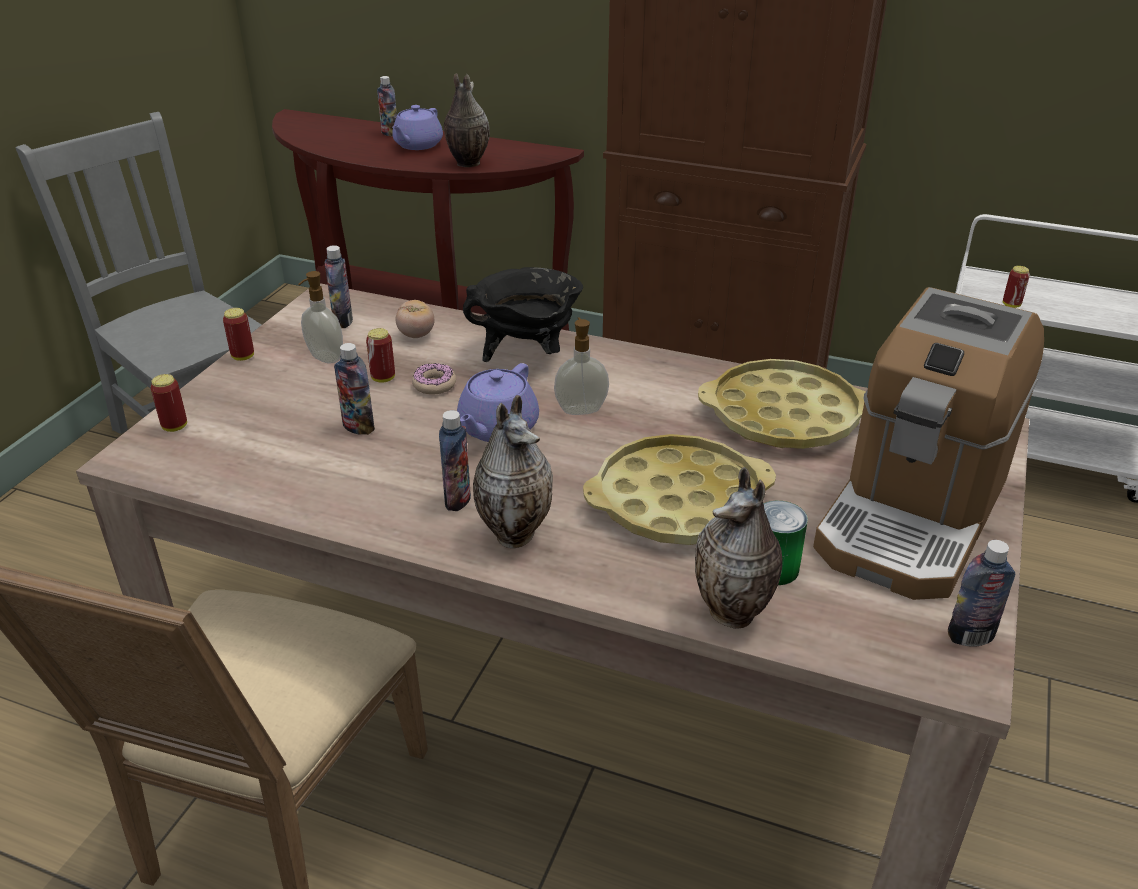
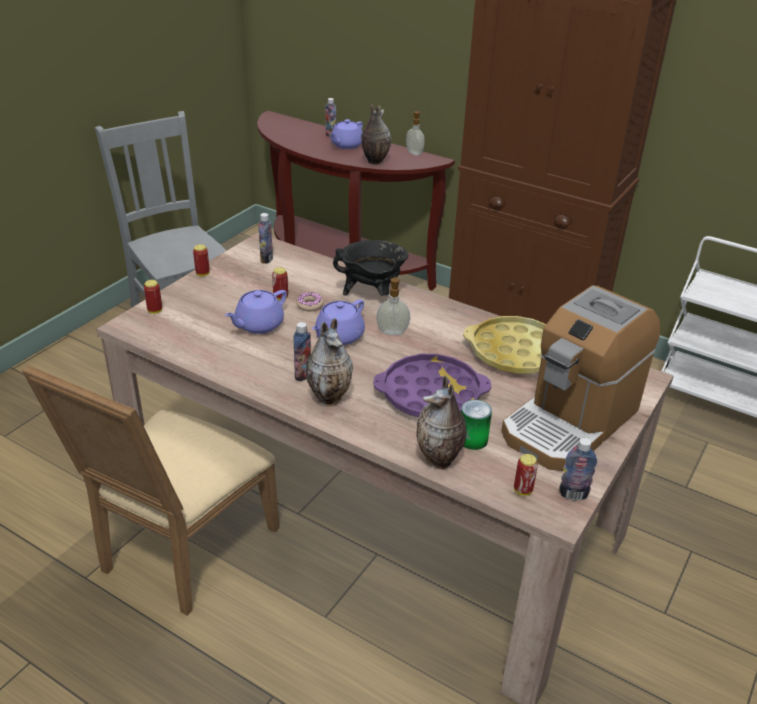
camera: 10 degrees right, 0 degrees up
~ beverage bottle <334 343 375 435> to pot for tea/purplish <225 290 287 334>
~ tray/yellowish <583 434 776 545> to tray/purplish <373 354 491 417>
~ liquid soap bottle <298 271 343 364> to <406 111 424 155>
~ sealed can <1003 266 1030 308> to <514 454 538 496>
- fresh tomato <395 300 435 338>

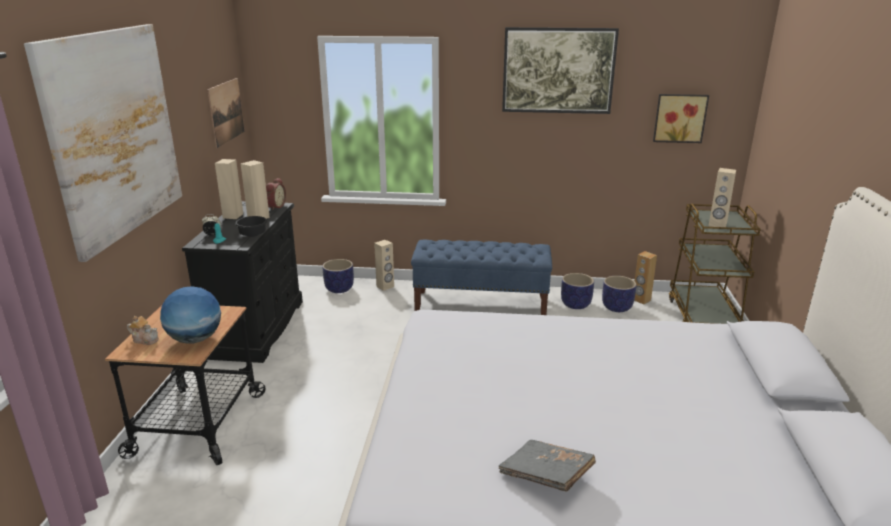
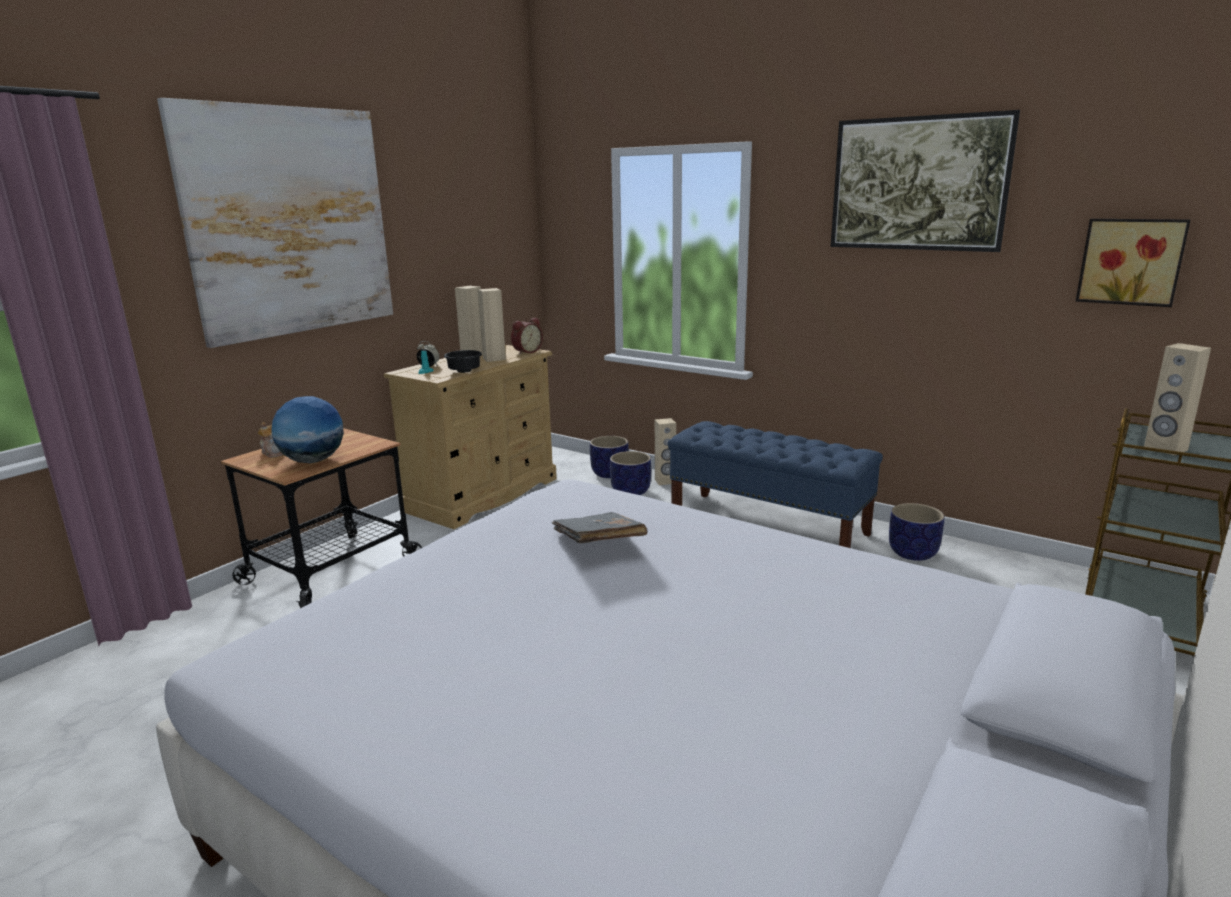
camera: 30 degrees right, 5 degrees down
~ drawer chest/black <182 201 303 363> to drawer chest/sand-coloured <384 345 557 529>
~ volume/gray <499 440 596 492> to <552 512 647 544>
~ planter <602 276 637 312> to <610 451 651 495>
- wall art <207 78 244 148>
- audio speaker/brown <634 251 657 304>

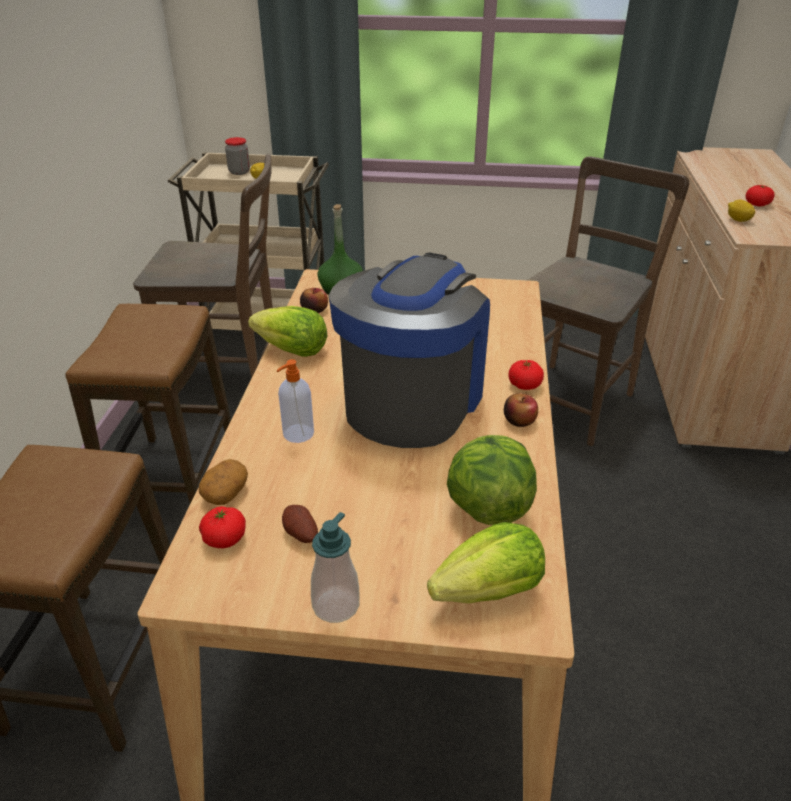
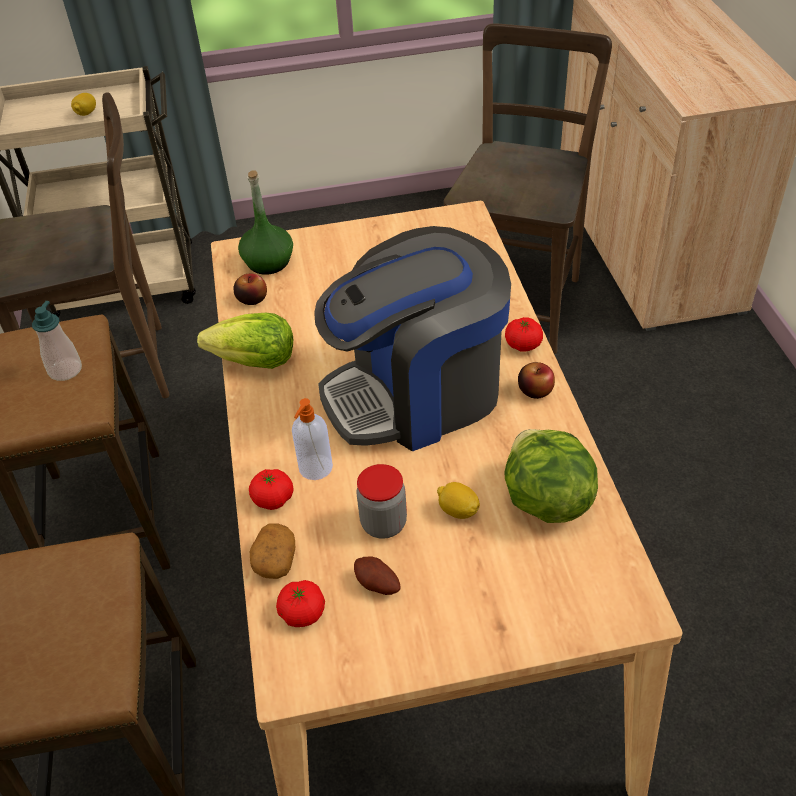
camera: 15 degrees left, 10 degrees up
~ liquid soap bottle <311 512 360 623> to <32 301 82 381>
~ fresh tomato <745 185 774 206> to <249 469 294 510>
~ coffee maker <329 252 490 448> = <314 226 511 452> 120 degrees counterclockwise
~ preserve jar <225 137 250 175> to <356 464 407 539>
~ whole lemon <728 200 755 222> to <437 482 480 519>
- lettuce <427 522 545 604>

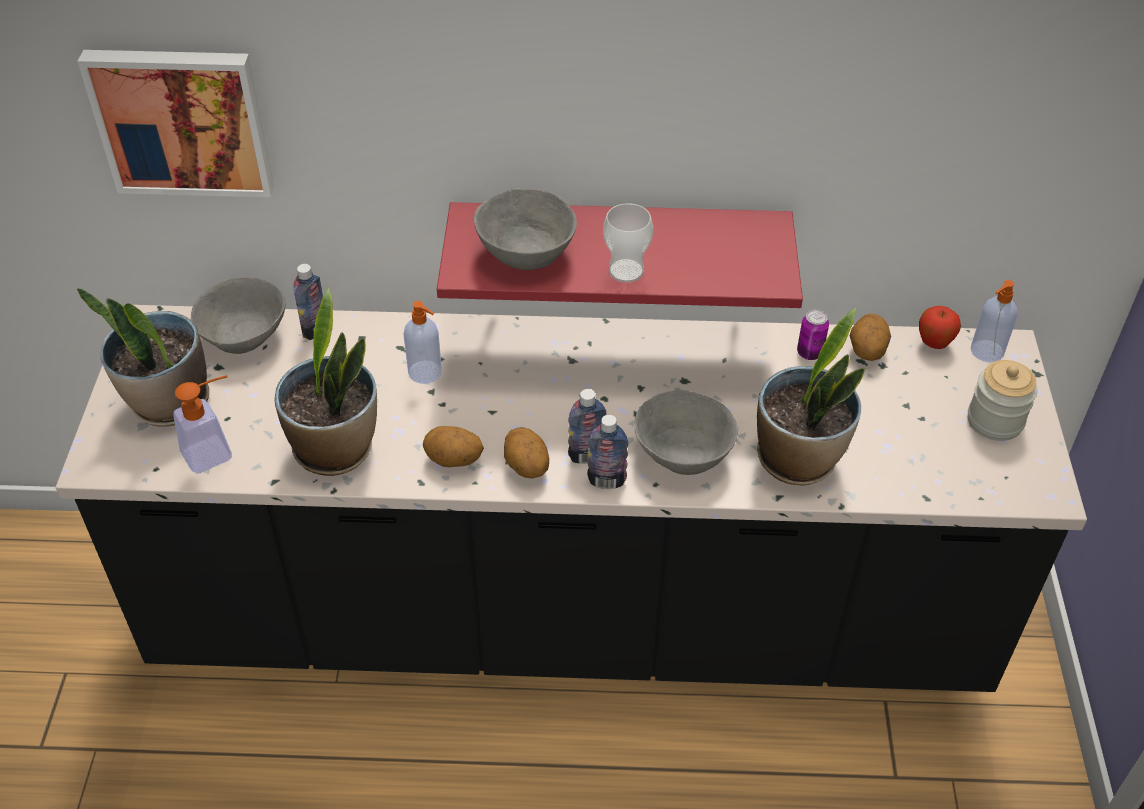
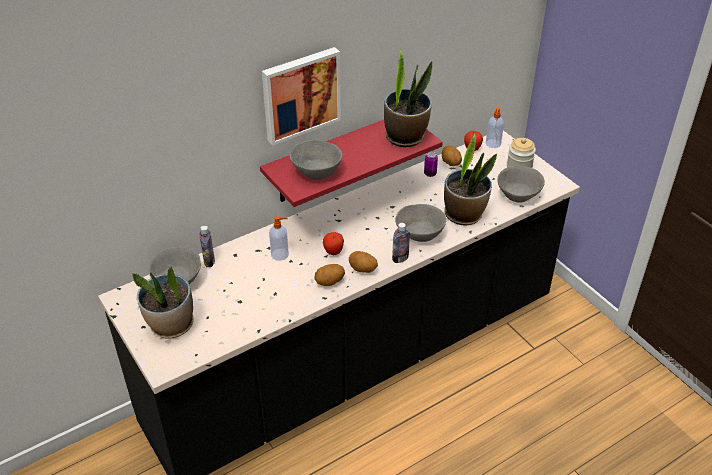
camera: 35 degrees left, 5 degrees down
~ wall art <77 50 275 197> to <262 47 341 146>
+ whole apple <323 232 344 255>
~ potted plant <275 287 377 476> to <384 50 433 147>
+ bowl/gray <497 166 545 203>
- liquid soap bottle <173 375 232 474>
- beverage bottle <568 389 607 464>
- cup <603 203 653 283>

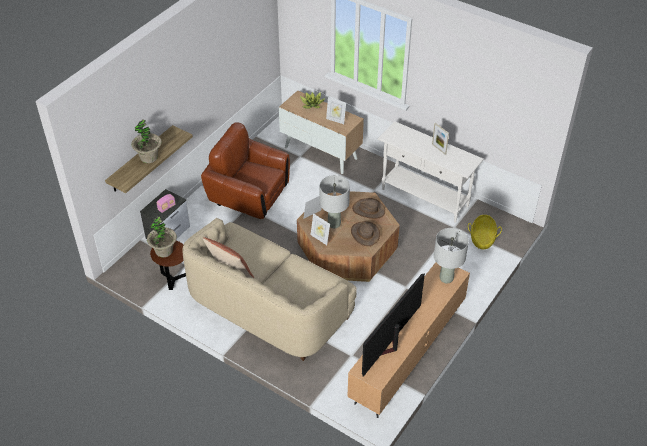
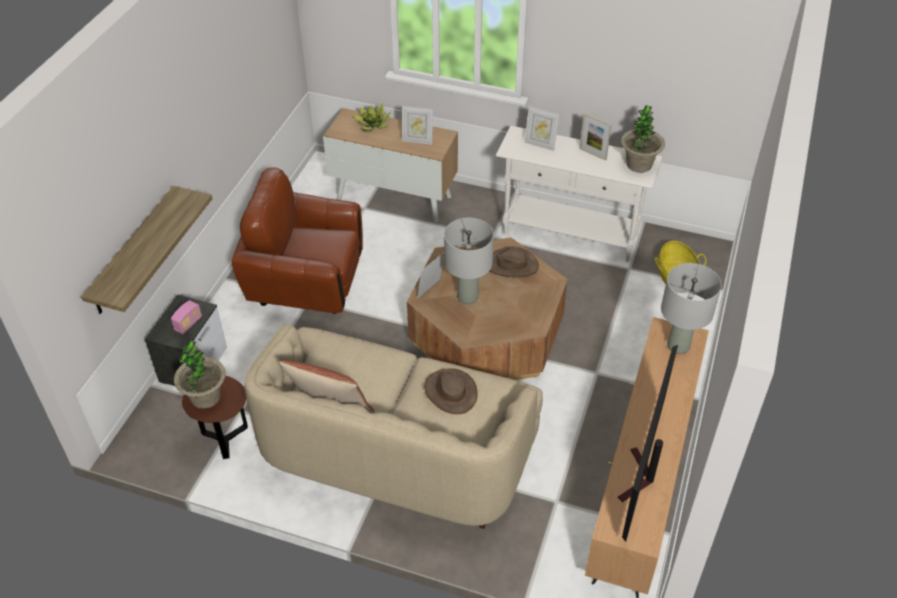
camera: 15 degrees left, 0 degrees up
~ hat/brown <351 221 380 246> to <424 368 478 414>
~ picture frame <311 213 330 245> to <524 106 559 151>
~ potted plant <131 119 162 163> to <621 105 665 173>

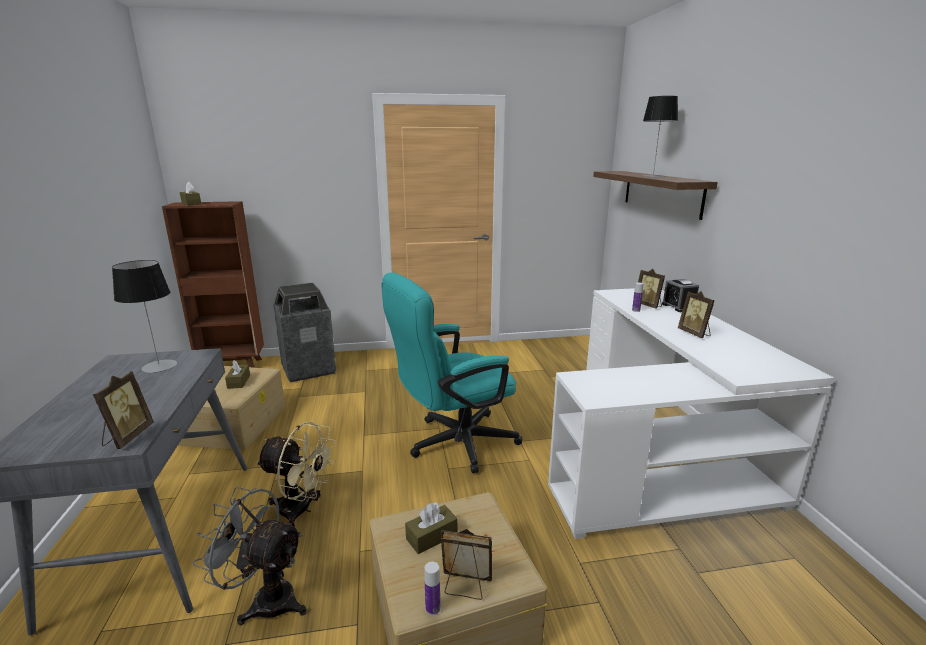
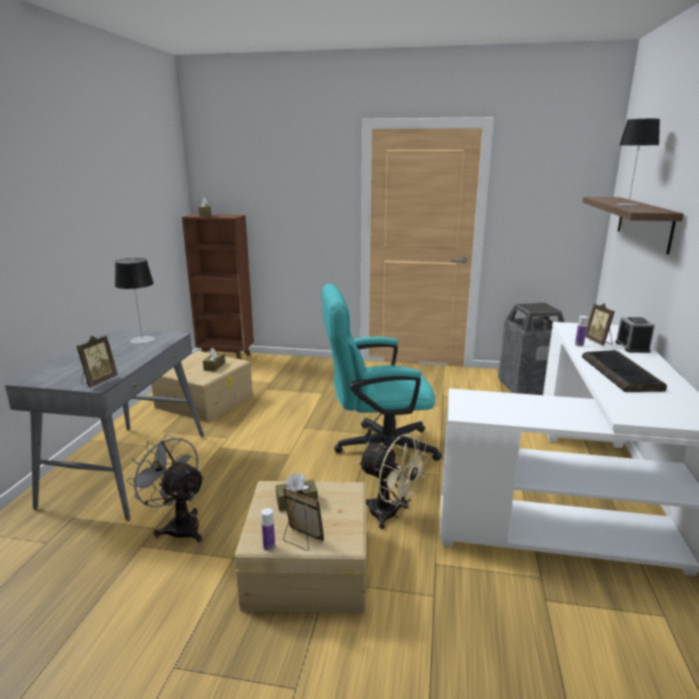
camera: 20 degrees right, 0 degrees up
~ electric fan/sand-coloured <256 422 336 527> to <358 433 429 529>
~ waste bin <273 282 336 382> to <498 303 565 395>
~ picture frame <678 291 715 338> to keyboard <582 350 667 392>

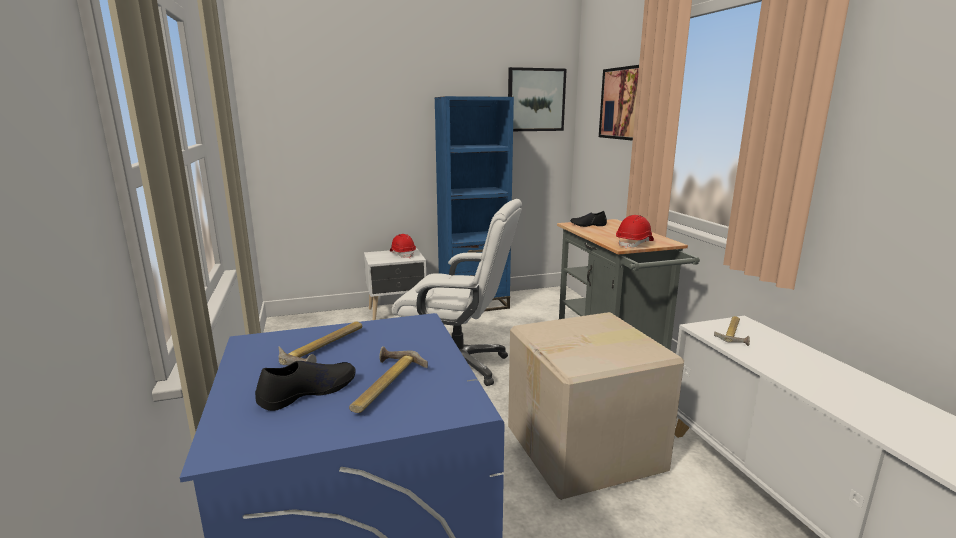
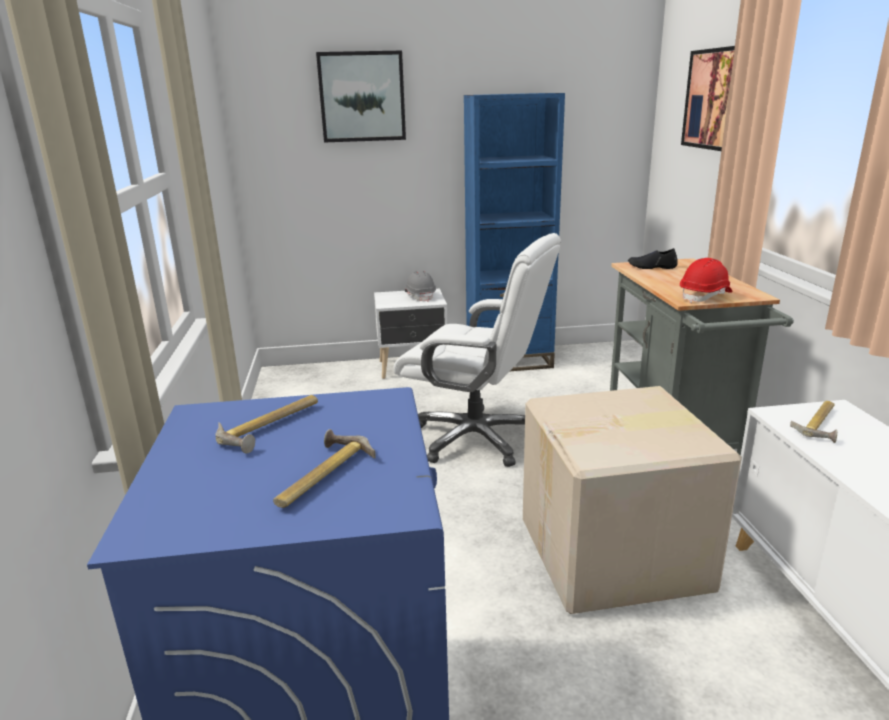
camera: 10 degrees right, 5 degrees up
~ wall art <508 67 567 131> to <316 51 406 142>
~ safety helmet/red-coloured <390 234 416 258> to safety helmet/gray <405 271 436 302>
- low shoe/black <255 361 356 411>

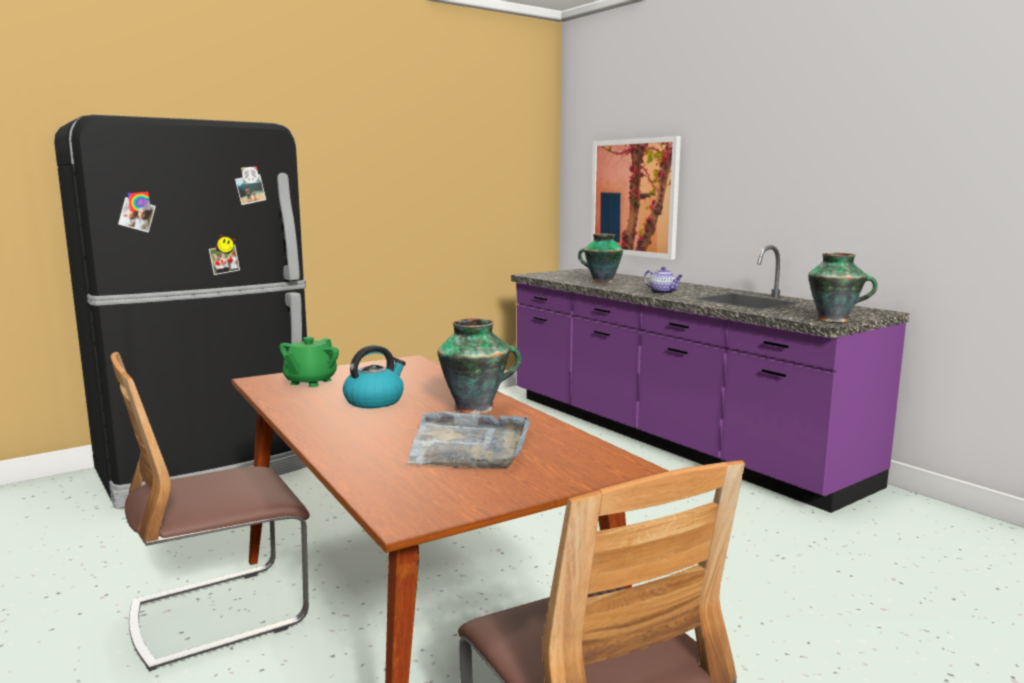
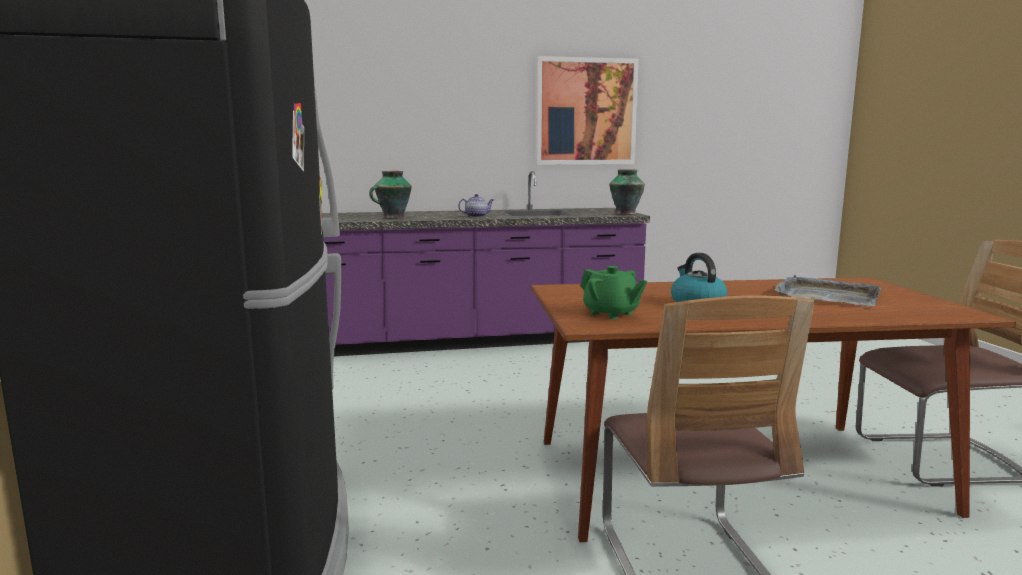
camera: 65 degrees left, 0 degrees up
~ wall art <591 136 681 260> to <536 56 639 165>
- decorative vase <437 318 521 414>

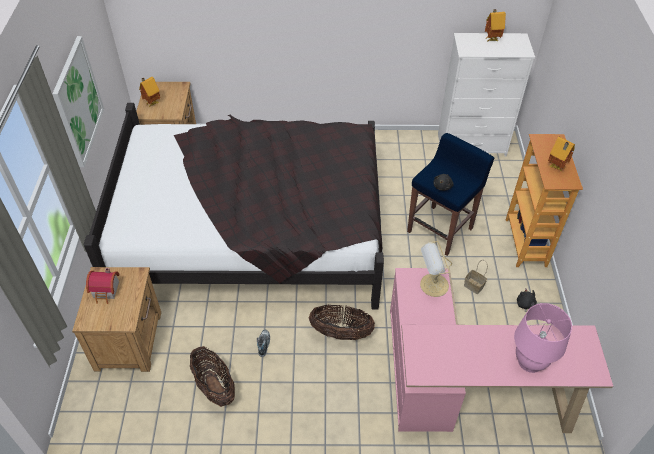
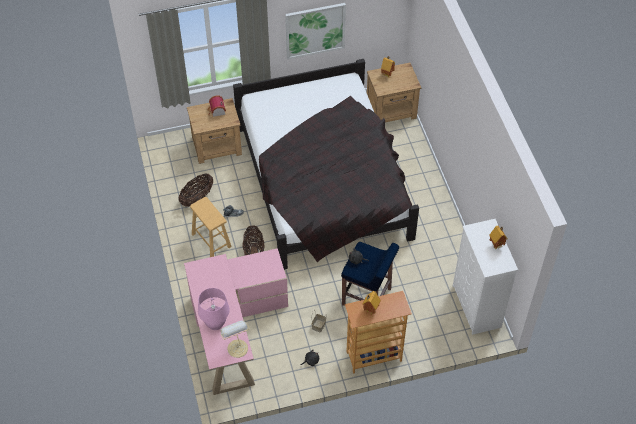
camera: 75 degrees right, 5 degrees up
+ sitting stool/brown <190 197 232 257>
~ lamp for a table <420 241 452 297> to <220 320 250 358>

